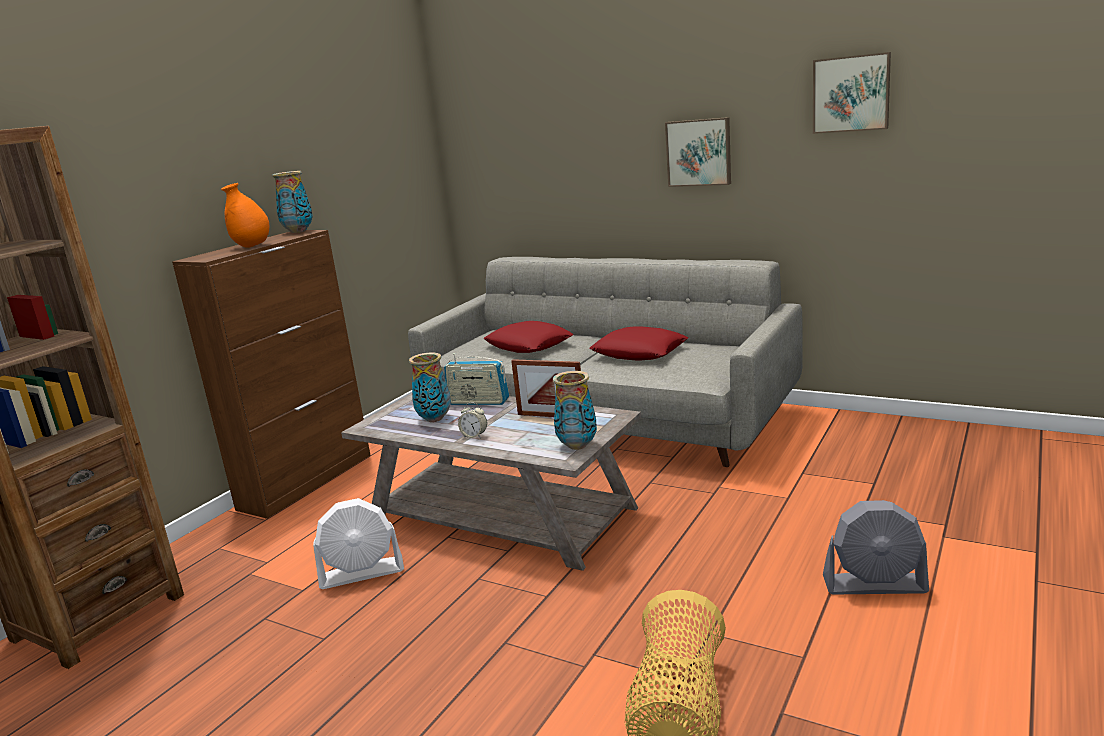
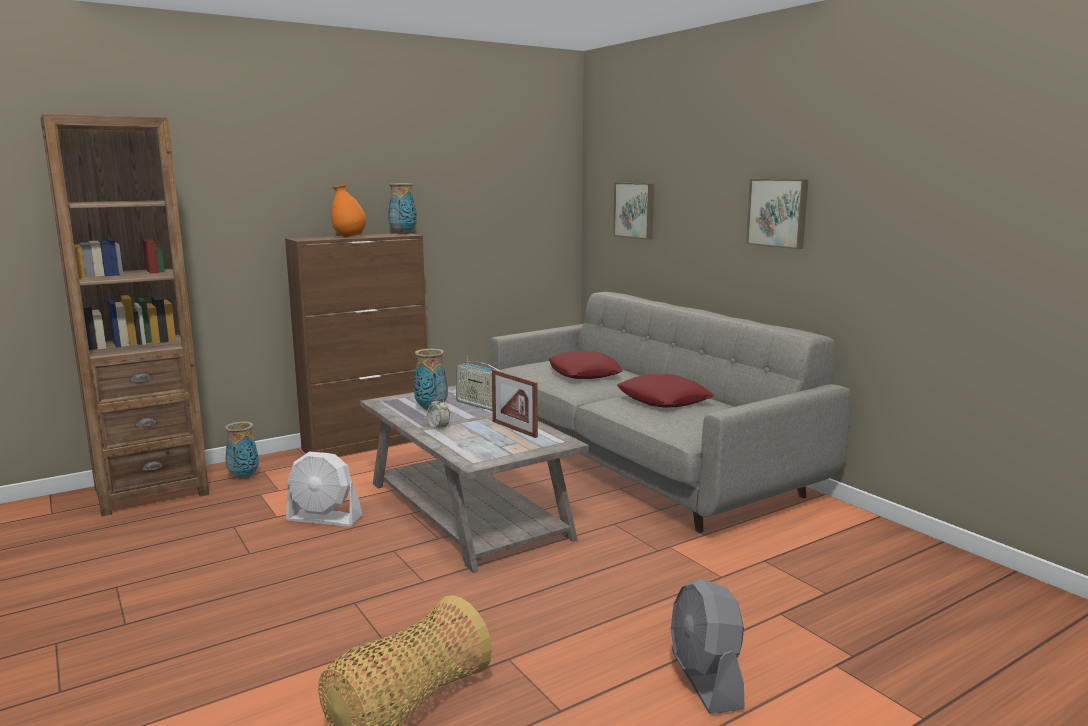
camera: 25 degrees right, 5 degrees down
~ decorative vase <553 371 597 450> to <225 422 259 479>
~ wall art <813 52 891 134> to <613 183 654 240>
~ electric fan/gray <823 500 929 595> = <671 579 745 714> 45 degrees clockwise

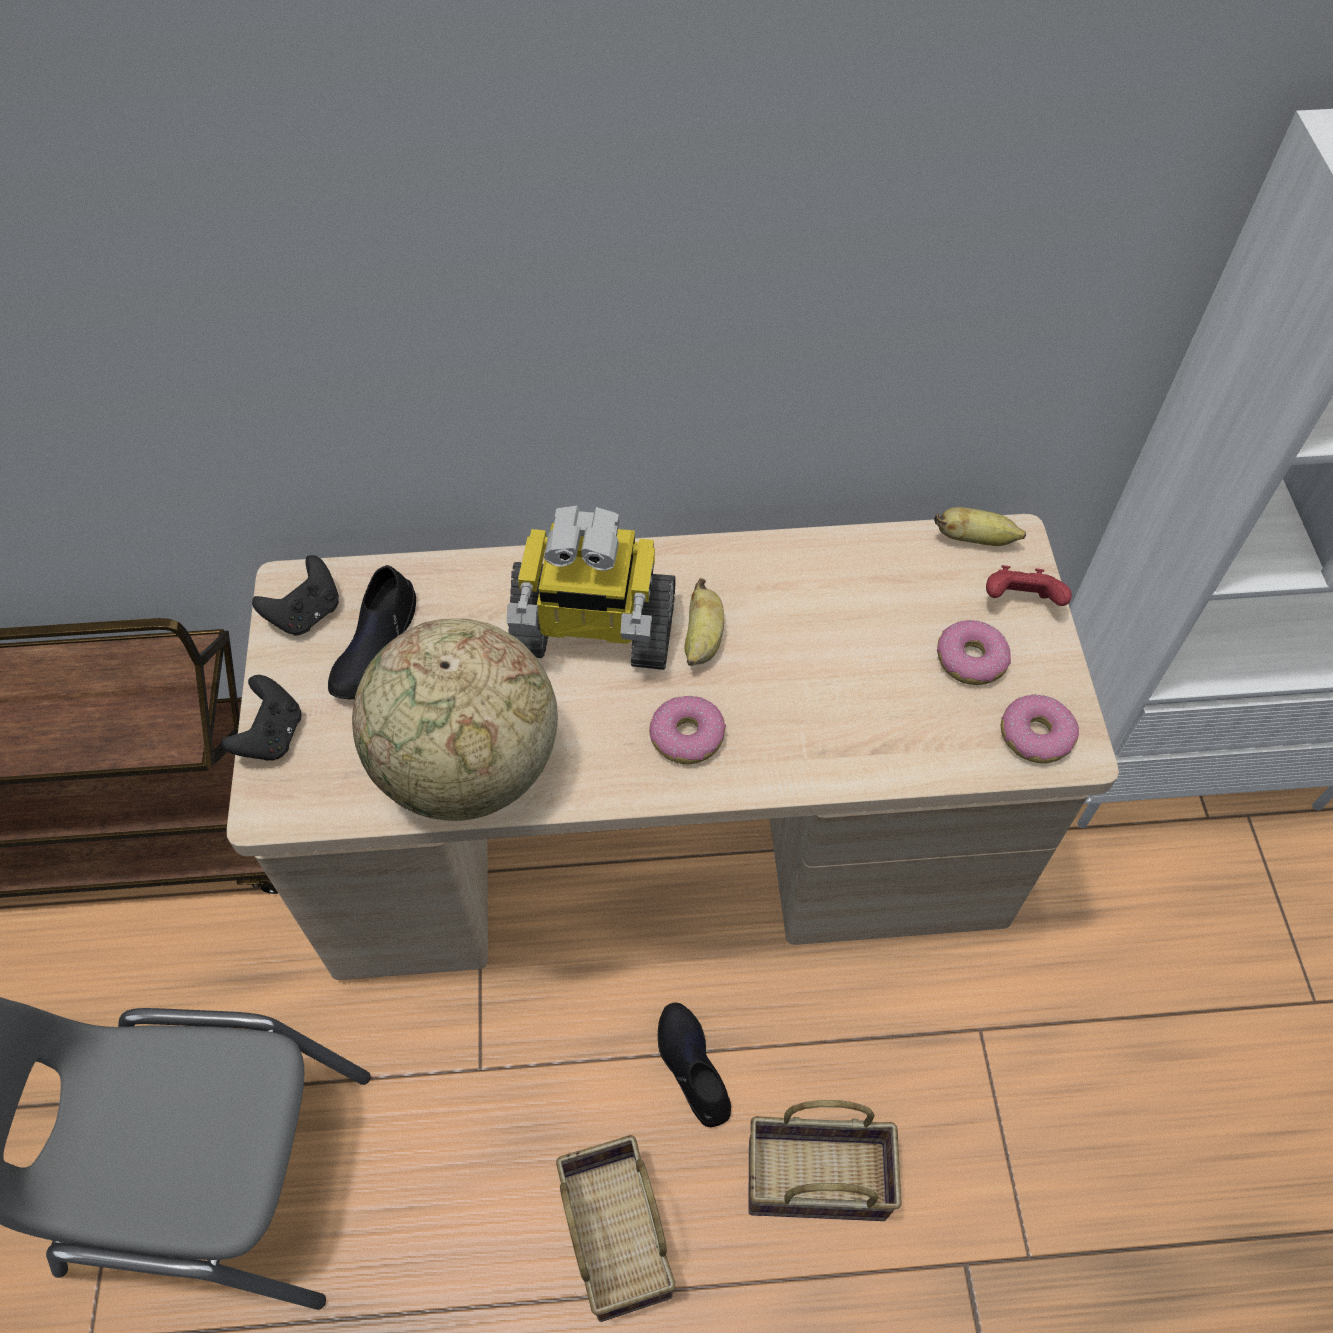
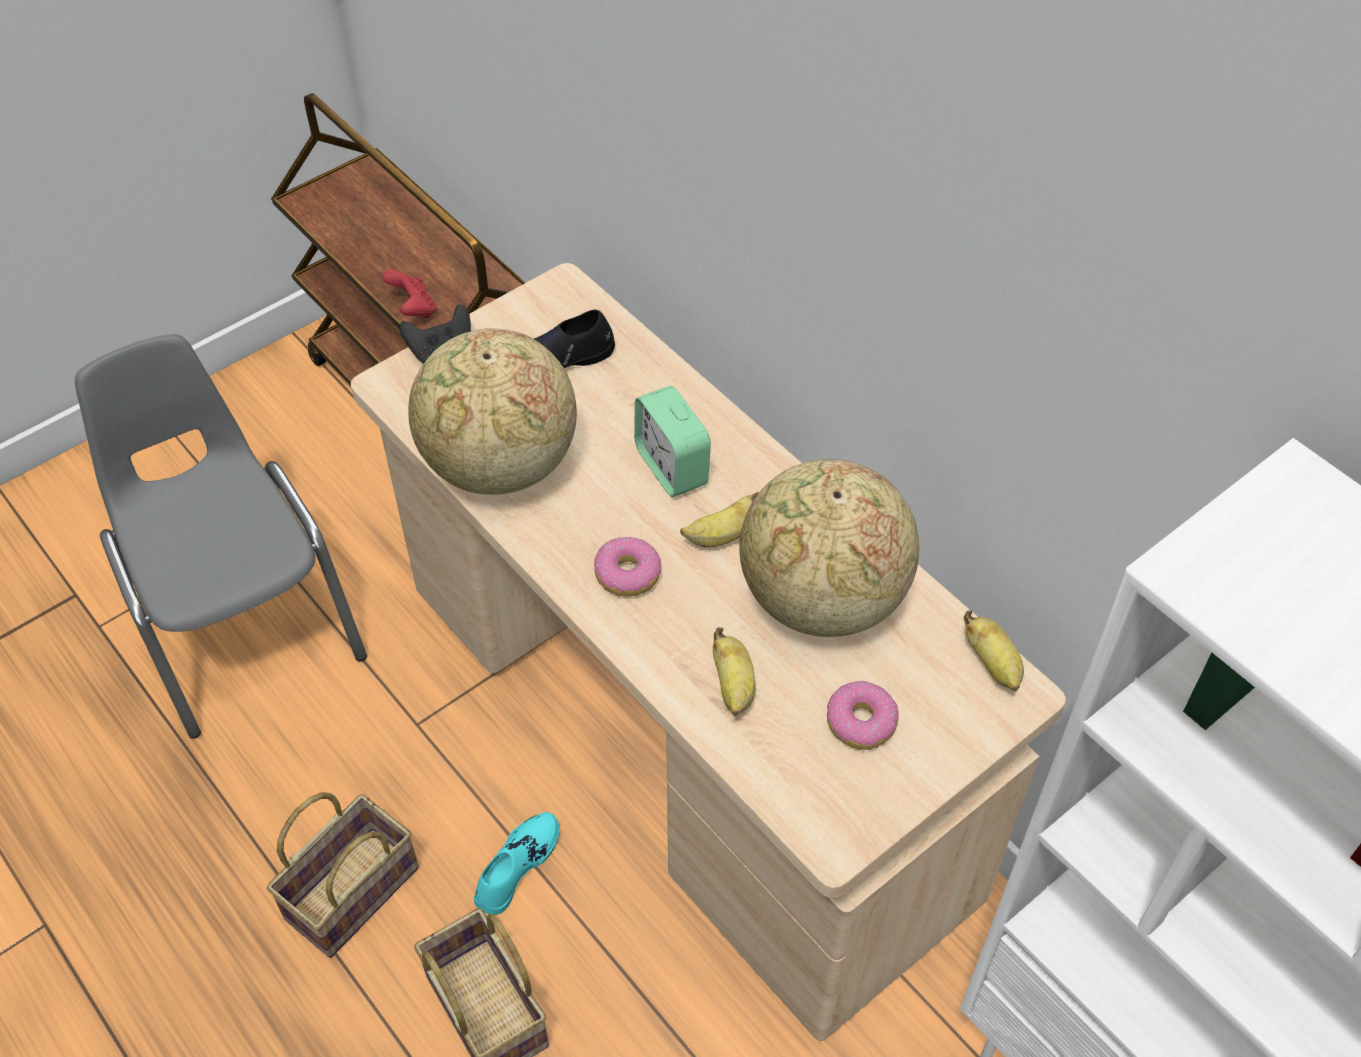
camera: 55 degrees right, 5 degrees down
~ joypad/red-coloured <986 565 1072 606> to <382 270 436 318>
~ low shoe/black <658 1003 731 1127> to low shoe/blue-green <474 812 560 915>
~ robot figure <507 506 676 670> to bedside clock <634 386 711 497>
+ banana fruit <713 627 755 716>
+ globe <739 459 919 637>
- joypad/black <252 555 339 635>
- doughnut <1000 693 1079 763>

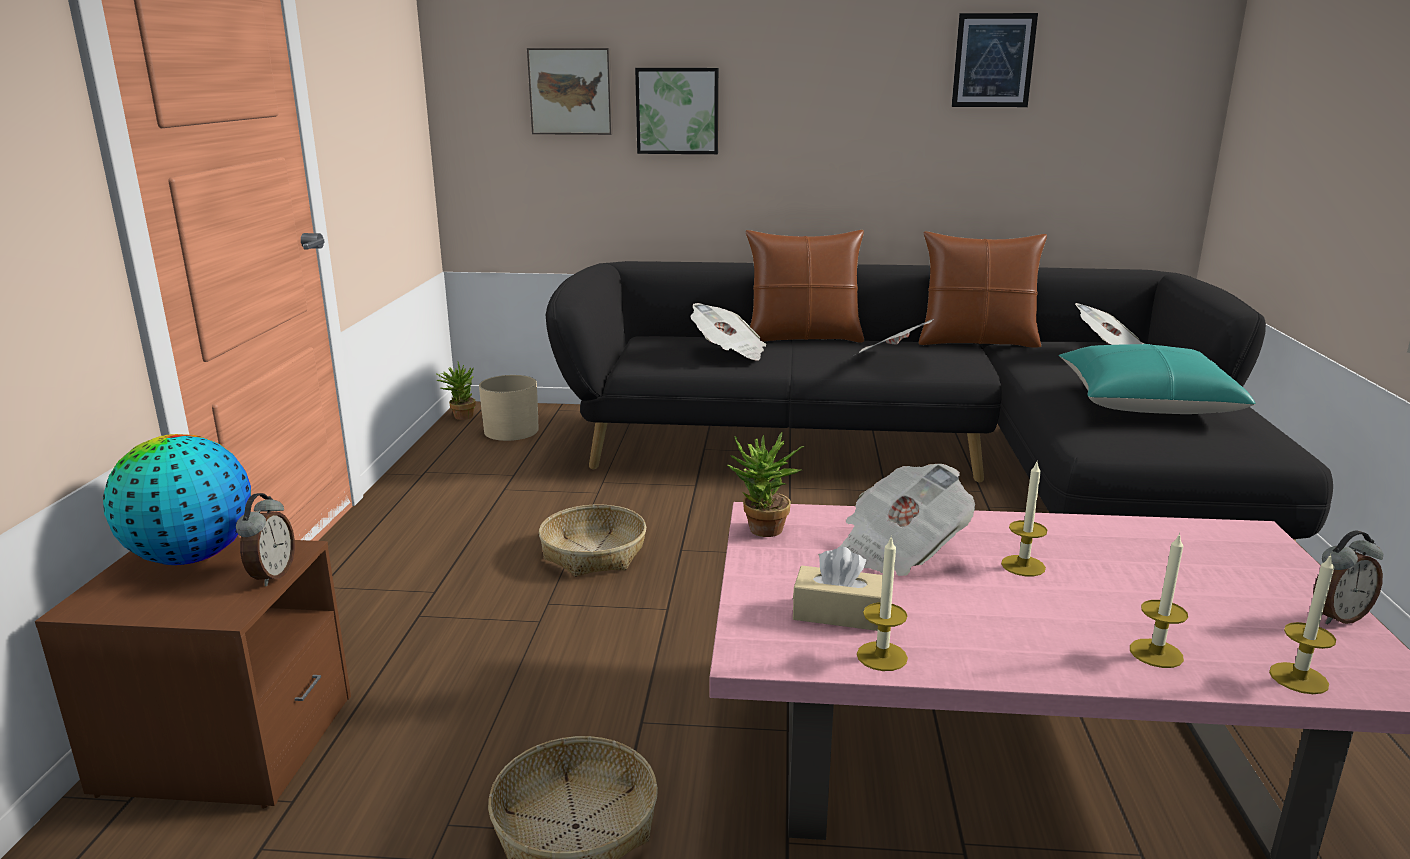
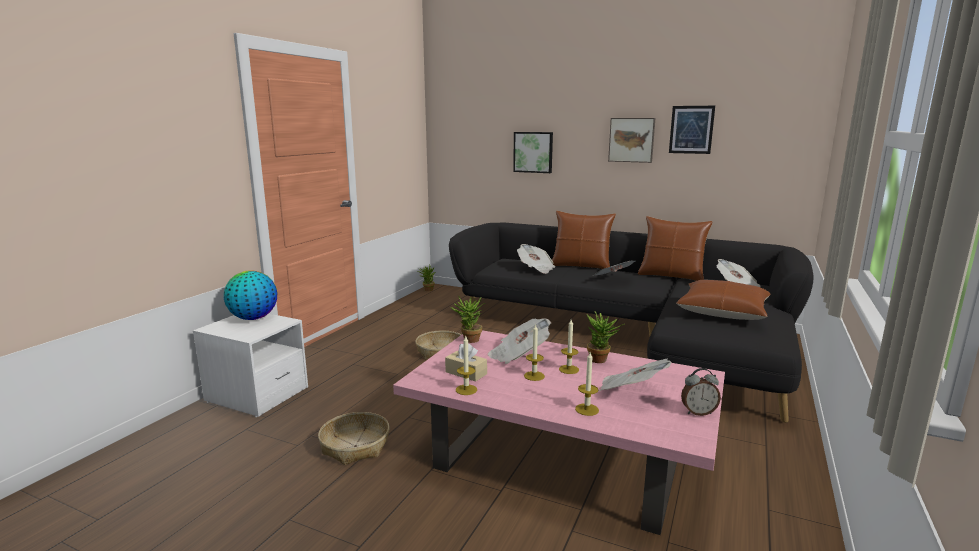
camera: 20 degrees right, 5 degrees down
~ night table/brown <35 538 351 809> to night table/white-coloured <193 314 308 417>
~ candle <1269 553 1336 694> to <524 325 545 381>
+ potted plant <587 312 624 363>
+ printed paper <599 358 672 391>
~ wall art <527 48 613 135> to <608 118 655 163>
~ cushion/blue-green <1058 344 1256 414> to cushion/brown <677 280 771 320>
- bedside clock <236 493 295 586>
- planter/sand-coloured <479 375 539 441>

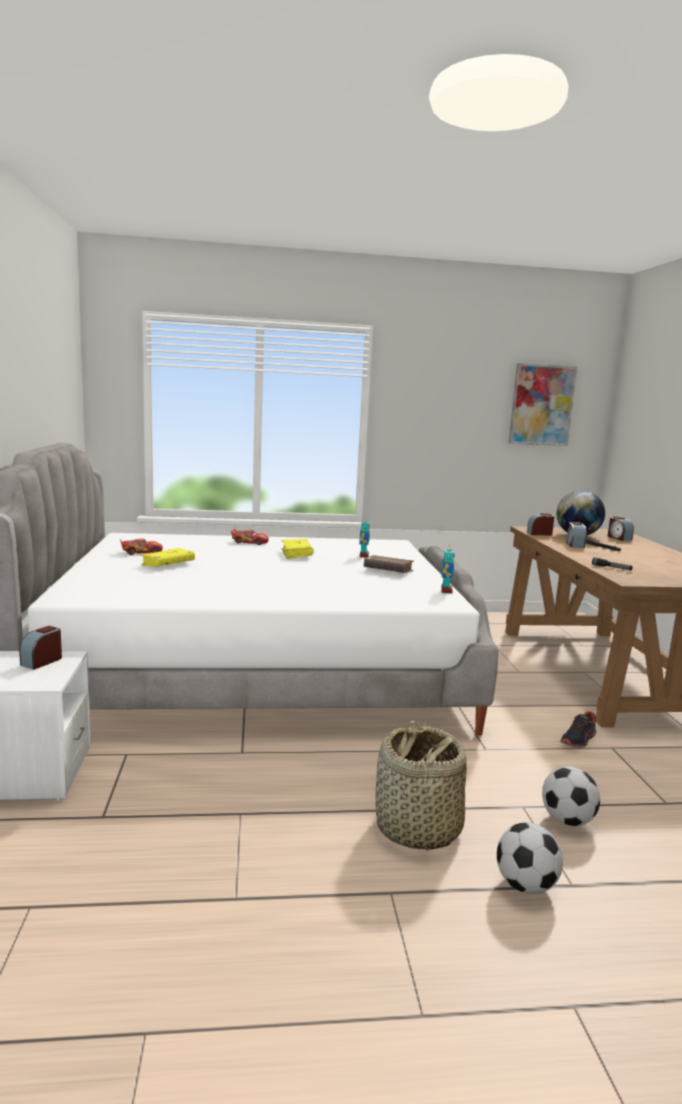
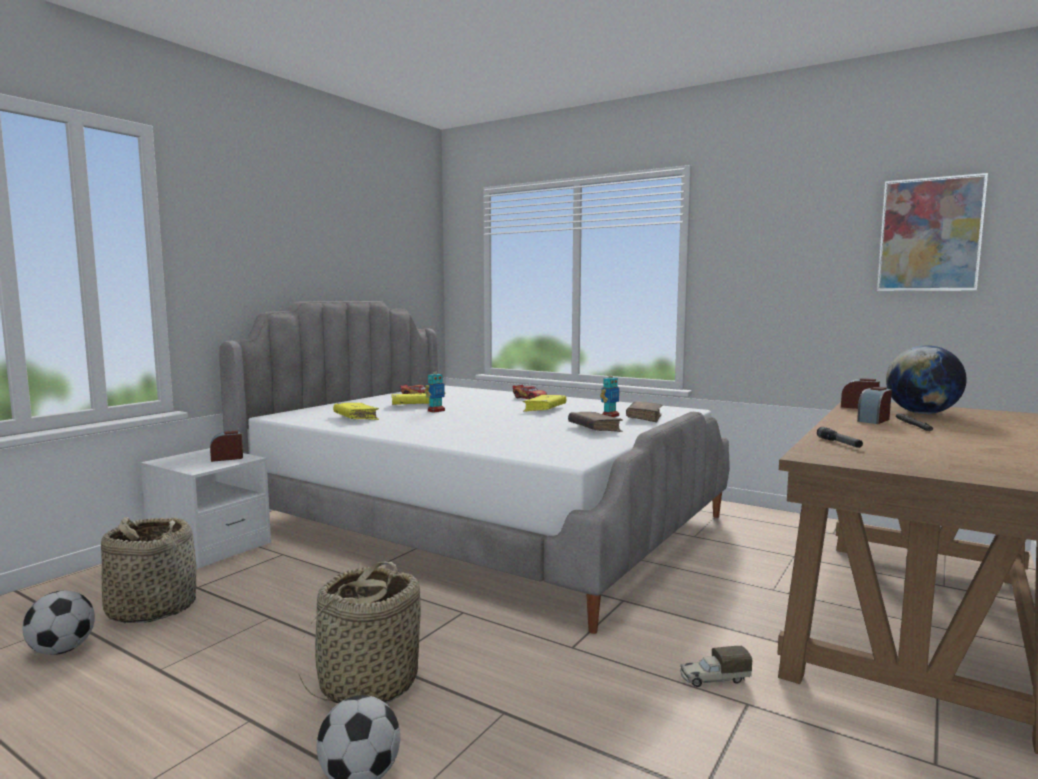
camera: 40 degrees right, 5 degrees down
~ football ball <542 766 600 826> to <23 590 95 655>
+ storage basket <101 517 196 623>
+ volume/yellowish <333 403 379 420>
~ robot figure <441 545 455 593> to <425 367 446 413>
+ volume/brown <626 401 663 422>
~ low shoe <560 711 596 748> to toy truck <680 646 752 687>
- bedside clock <608 516 634 541>

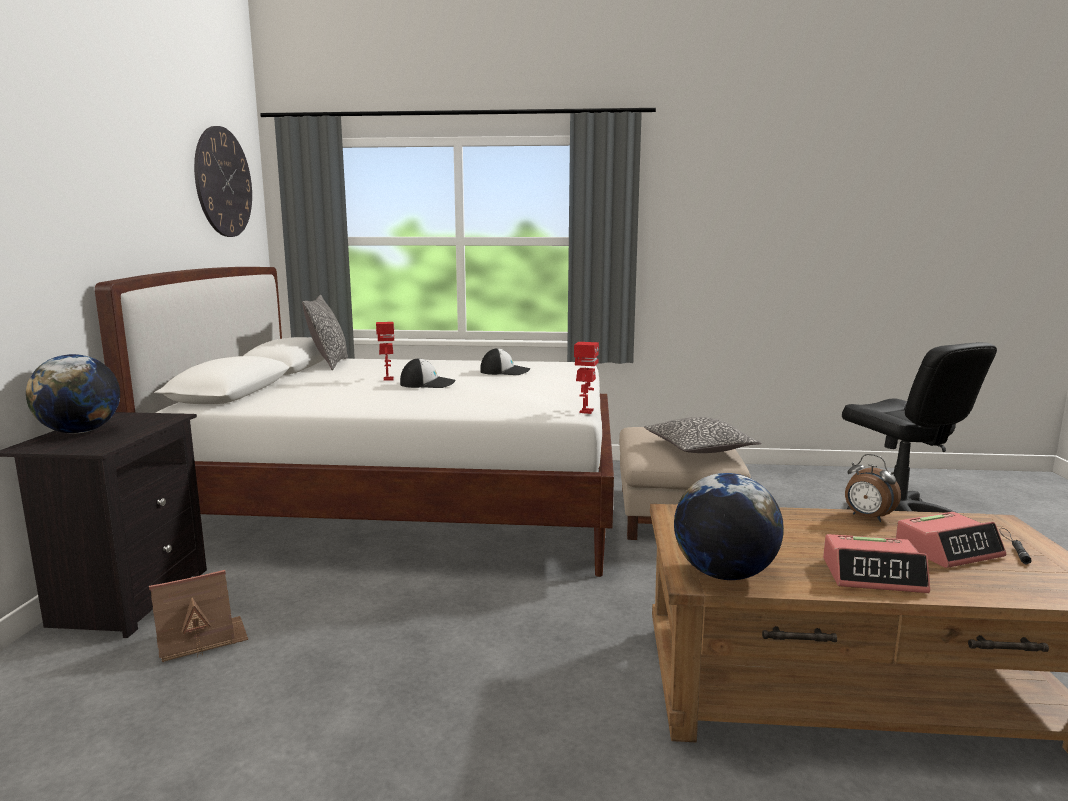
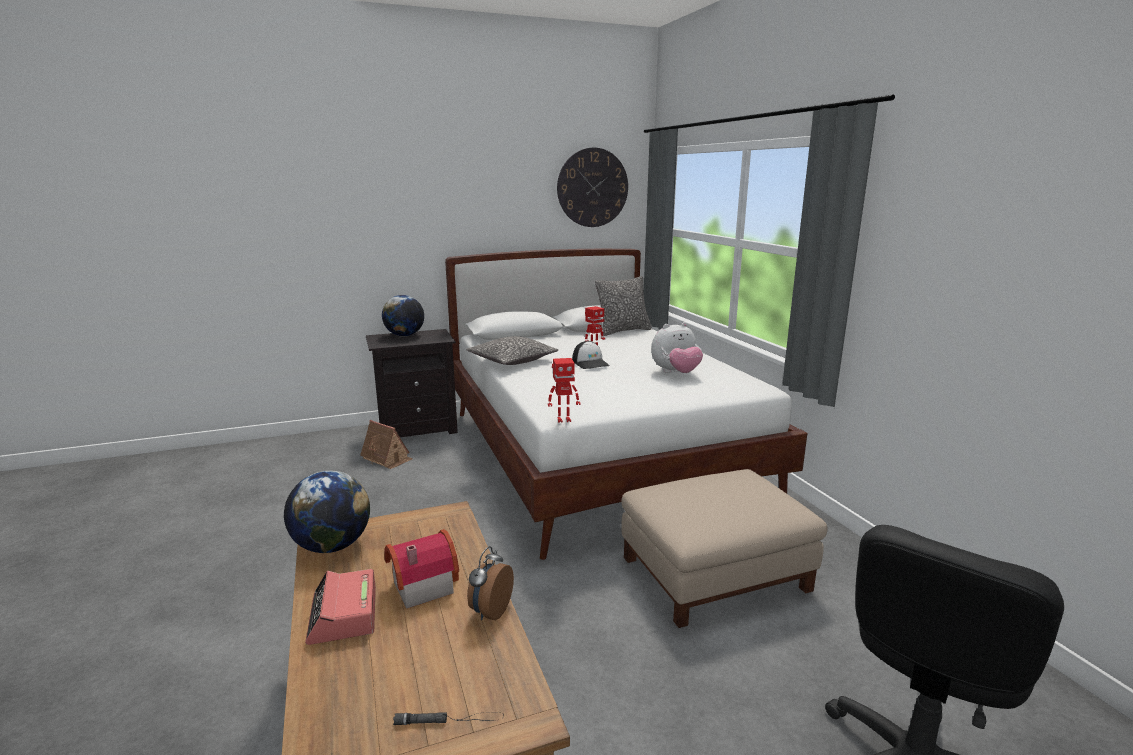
camera: 65 degrees right, 5 degrees up
+ toy house <384 529 459 609>
~ cushion <644 417 762 453> to <466 336 558 365>
~ peaked cap <480 348 530 375> to soft toy <651 322 703 373>
- bedside clock <896 512 1006 568>

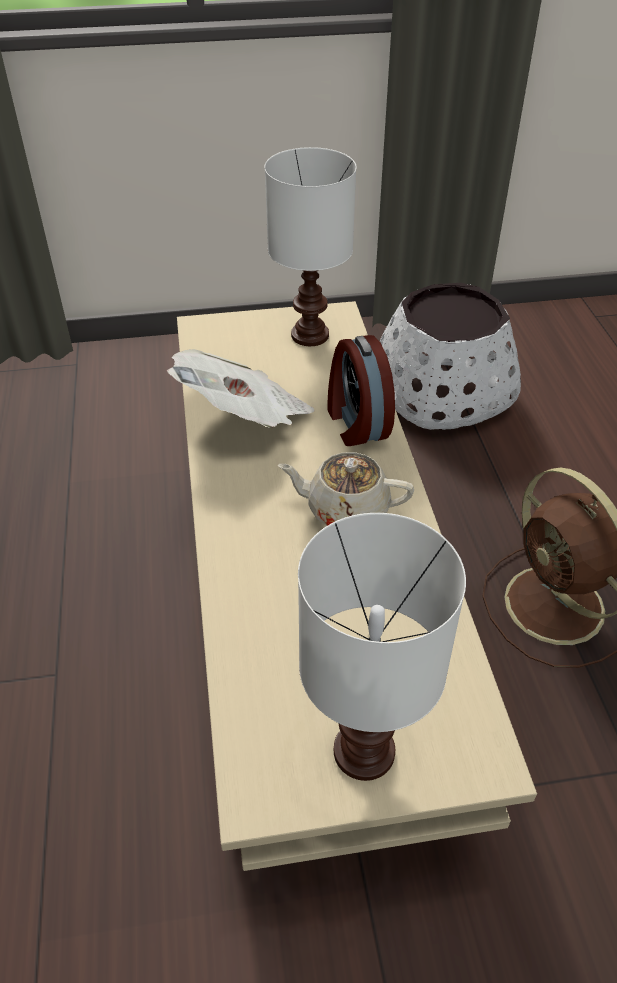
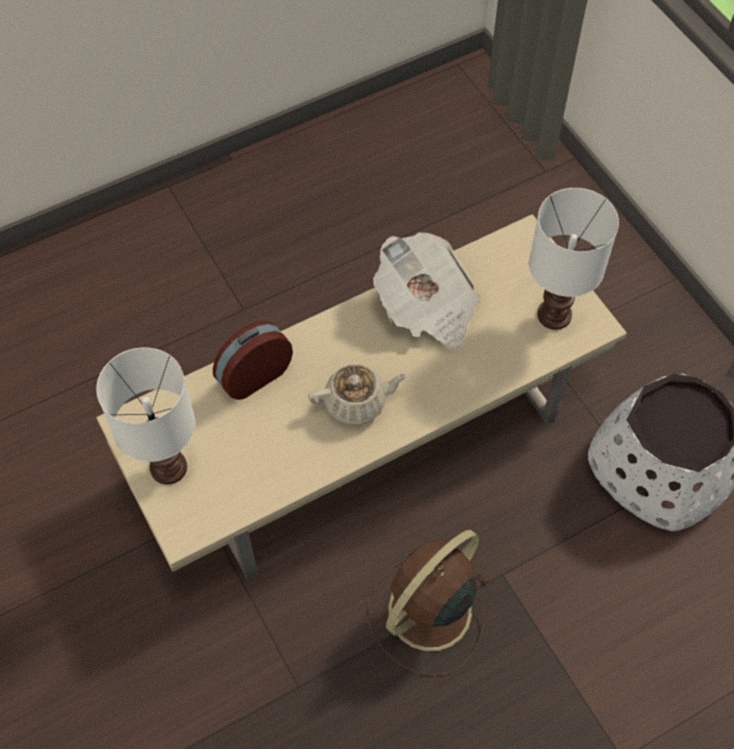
camera: 70 degrees right, 15 degrees up
~ bedside clock <327 335 395 446> to <213 321 293 400>
~ pot for tea/sand-coloured <278 452 414 526> = <308 364 408 425> 90 degrees clockwise

